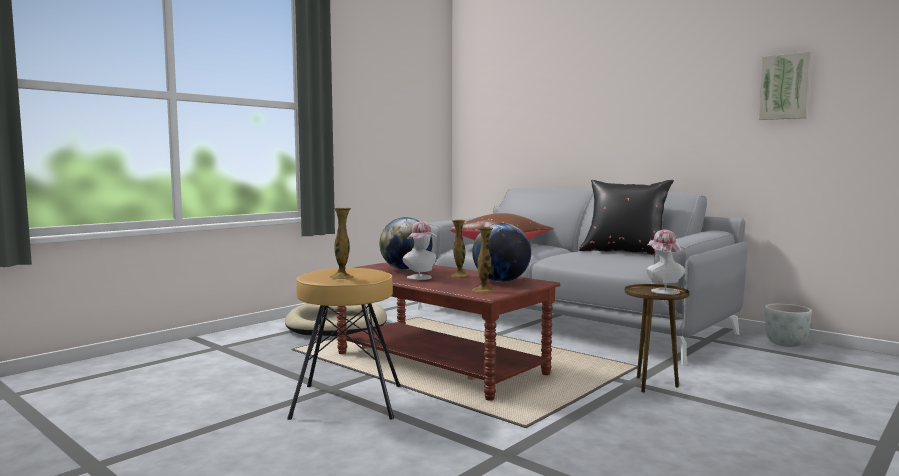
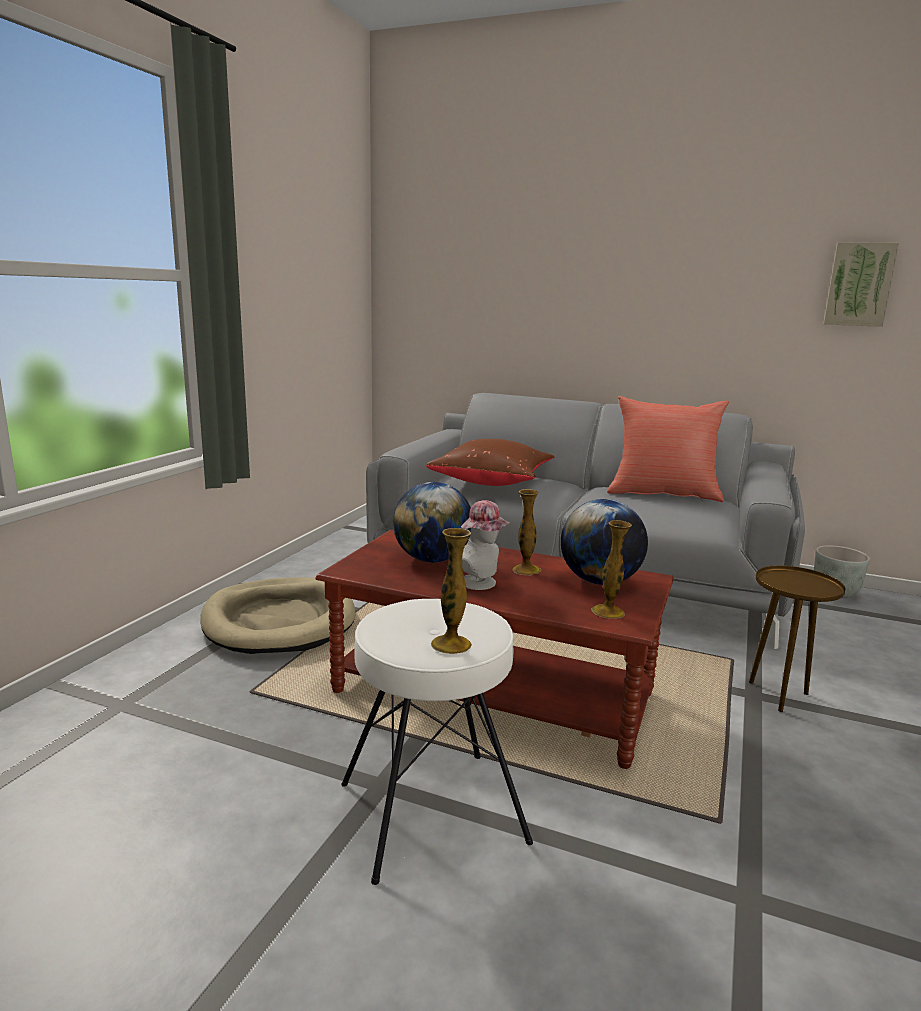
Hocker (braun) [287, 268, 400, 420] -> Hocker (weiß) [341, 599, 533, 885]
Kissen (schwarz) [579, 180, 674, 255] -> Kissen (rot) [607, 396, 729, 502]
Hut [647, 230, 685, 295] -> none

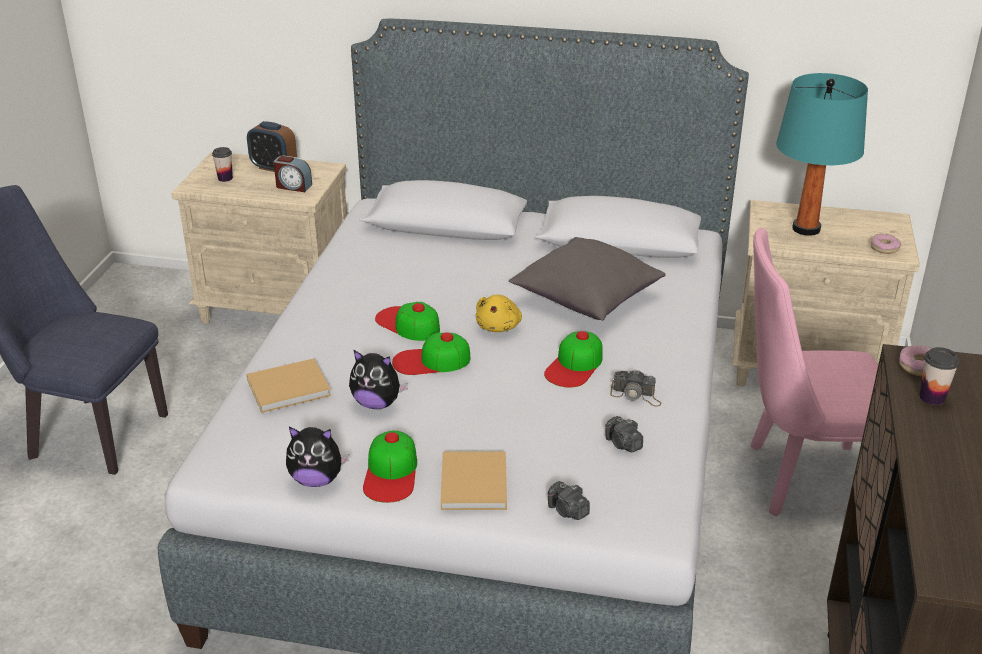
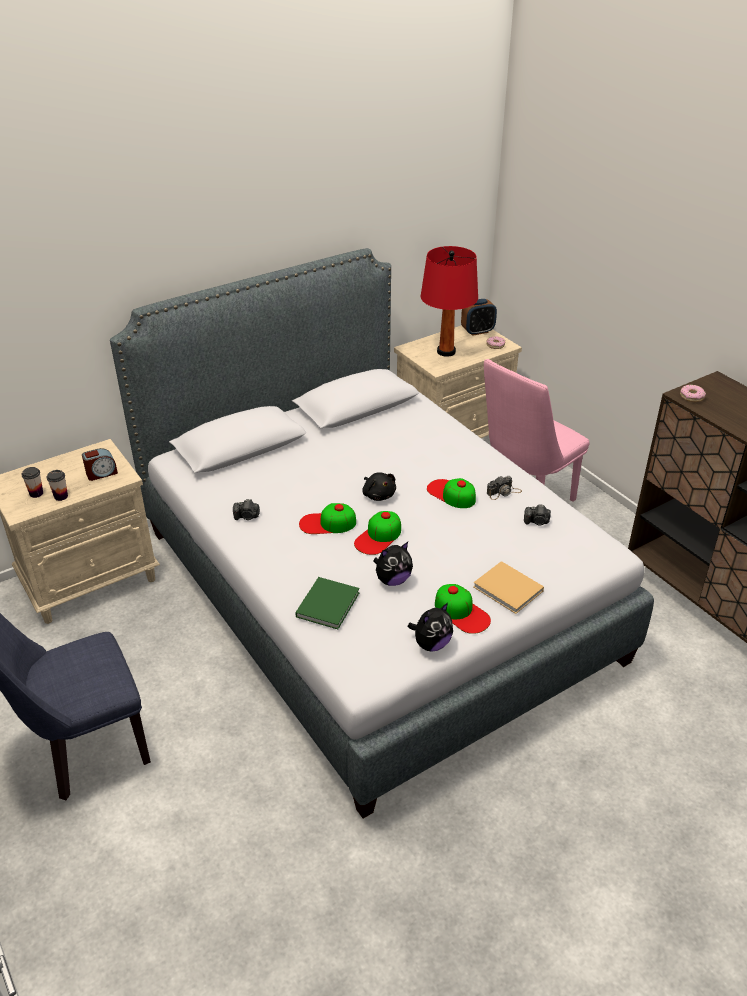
Tasse [920, 347, 960, 405] -> Tasse [47, 470, 68, 501], relocated
Kamera [548, 481, 590, 520] -> Kamera [233, 499, 260, 520], relocated
Buch (beige) [247, 358, 331, 413] -> Buch (grün) [295, 577, 360, 629]
Plüschtier (gelb) [476, 294, 522, 332] -> Plüschtier (schwarz) [362, 472, 396, 501]
Tischlampe (türkis) [776, 73, 868, 236] -> Tischlampe (rot) [421, 246, 478, 357]
Kappe [544, 331, 603, 387] -> Kappe [427, 478, 476, 508], 150 degrees clockwise
Wecker [247, 121, 297, 172] -> Wecker [461, 299, 497, 336], relocated
Kissen (grau) [509, 237, 666, 321] -> none

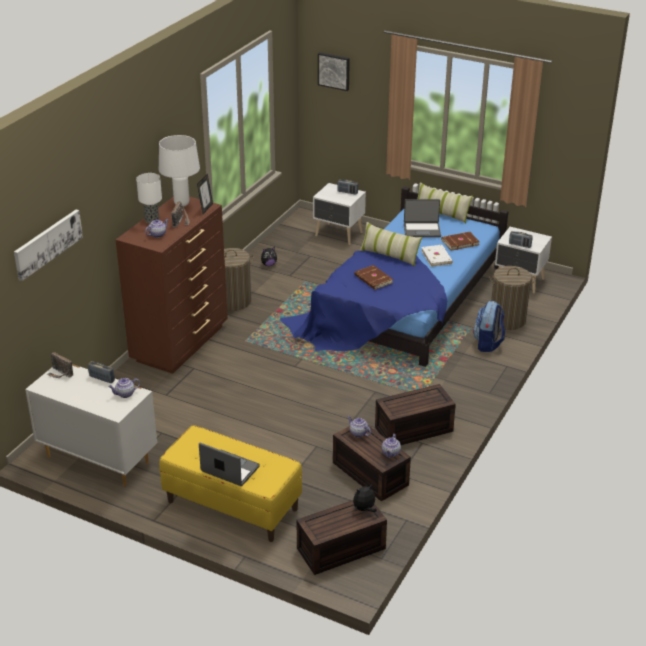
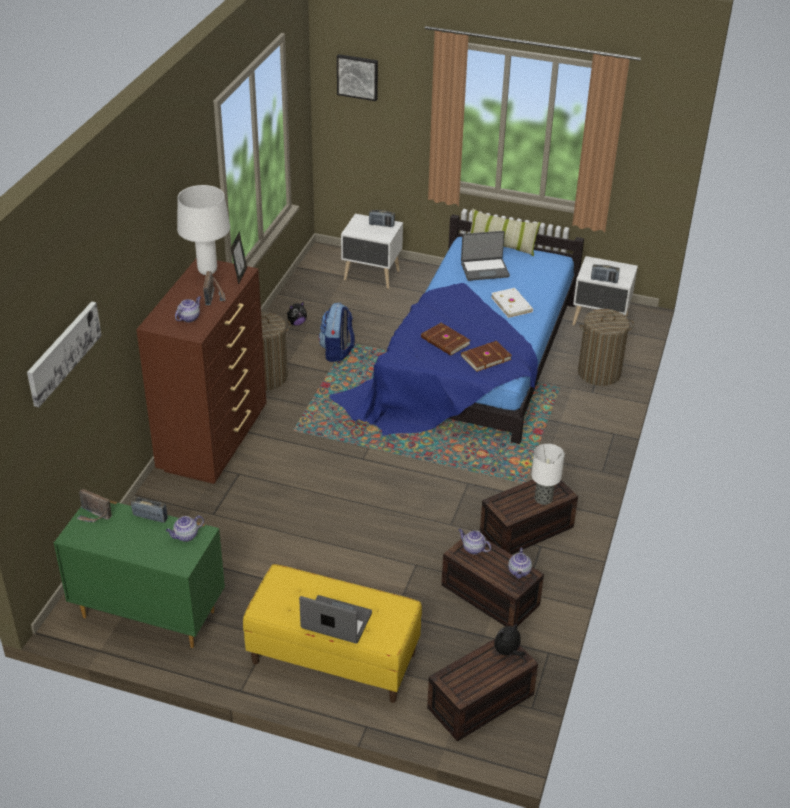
Kommode (weiß) [25, 364, 157, 487] -> Kommode (grün) [54, 500, 225, 648]
Rucksack [473, 301, 505, 352] -> Rucksack [318, 303, 355, 362], relocated
Buch (braun) [441, 232, 480, 251] -> Buch (braun) [461, 341, 512, 372], relocated
Tischlampe [136, 173, 162, 224] -> Tischlampe [531, 444, 565, 505], relocated
Kissen [359, 222, 422, 266] -> none

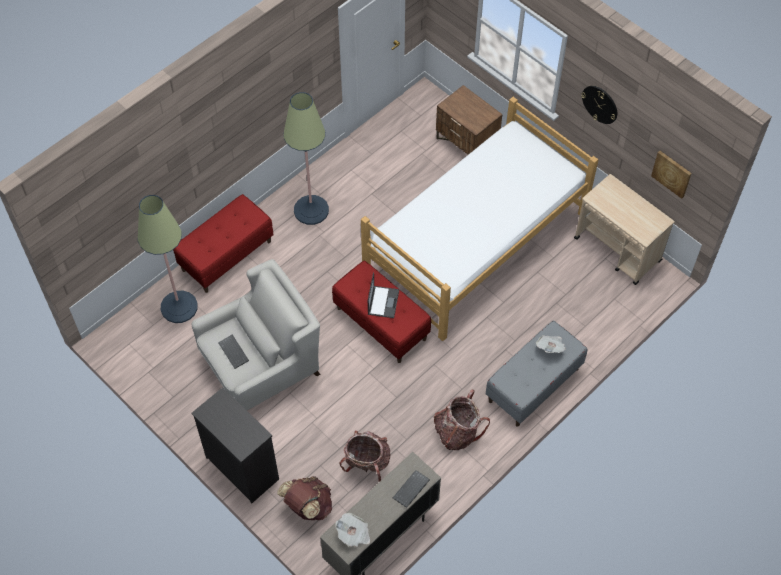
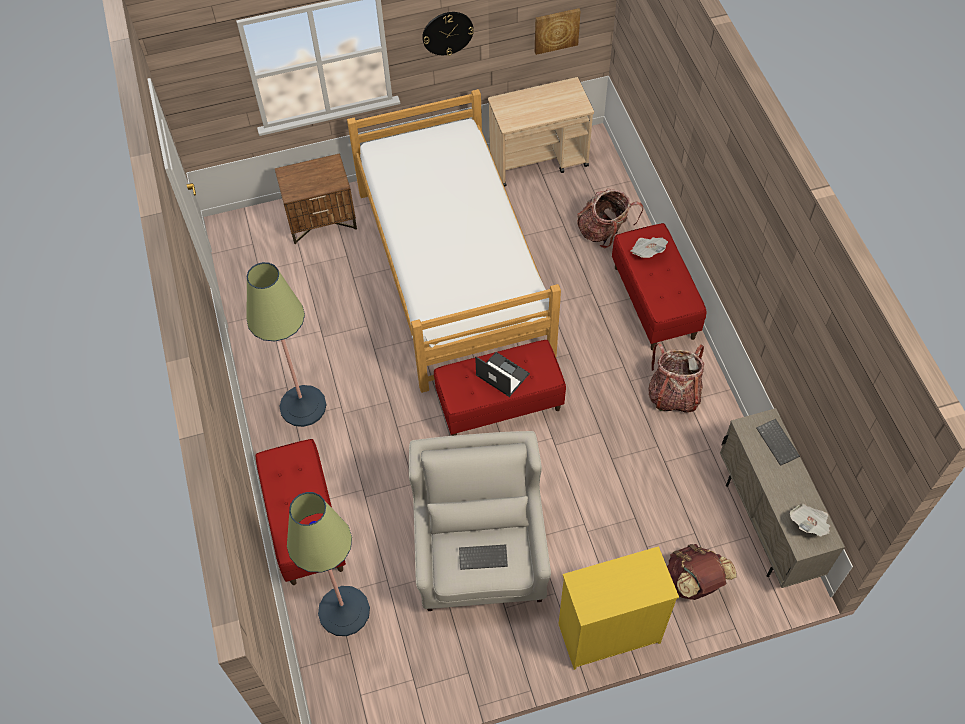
Kommode (schwarz) [191, 387, 279, 504] -> Kommode (gelb) [559, 546, 679, 670]
Rucksack [340, 430, 390, 482] -> Rucksack [577, 188, 643, 249], relocated
Bank (grau) [486, 321, 587, 427] -> Bank (rot) [612, 223, 706, 350]

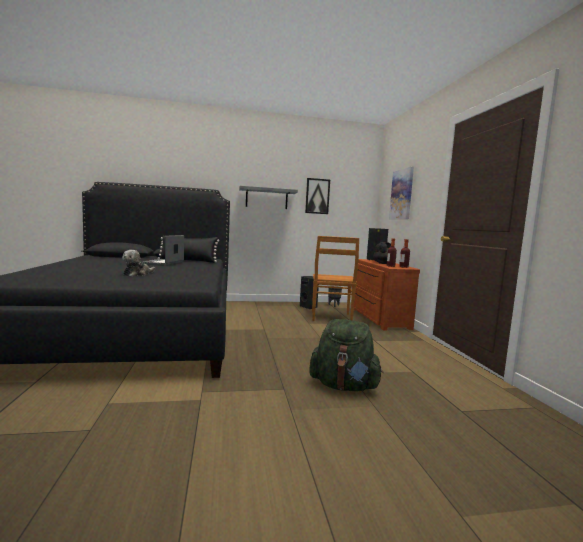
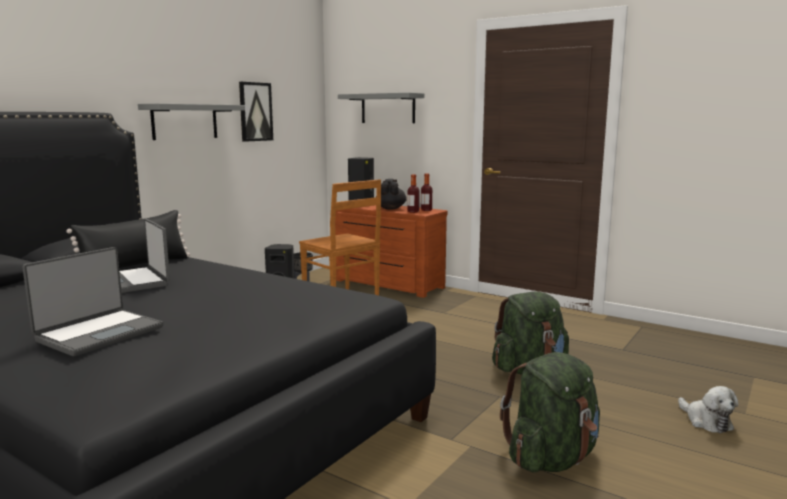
none -> Laptop [22, 247, 163, 356]
Bild [389, 167, 414, 219] -> Wandregal (grau) [338, 93, 424, 123]
none -> Rucksack (grün) [500, 352, 600, 472]
Plüschtier [122, 250, 155, 277] -> Plüschtier [678, 386, 738, 433], relocated

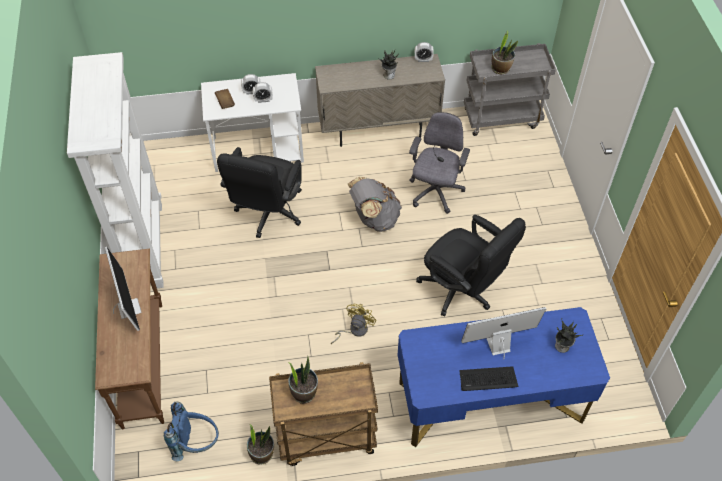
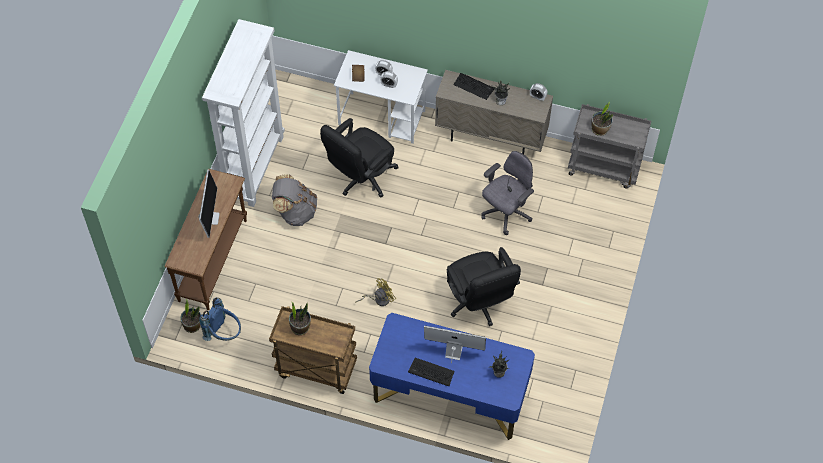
Topfpflanze [247, 424, 274, 465] -> Topfpflanze [180, 299, 201, 333], relocated
Rucksack (grau) [348, 177, 402, 232] -> Rucksack (grau) [272, 174, 317, 226], relocated
none -> Tastatur [453, 73, 494, 100]

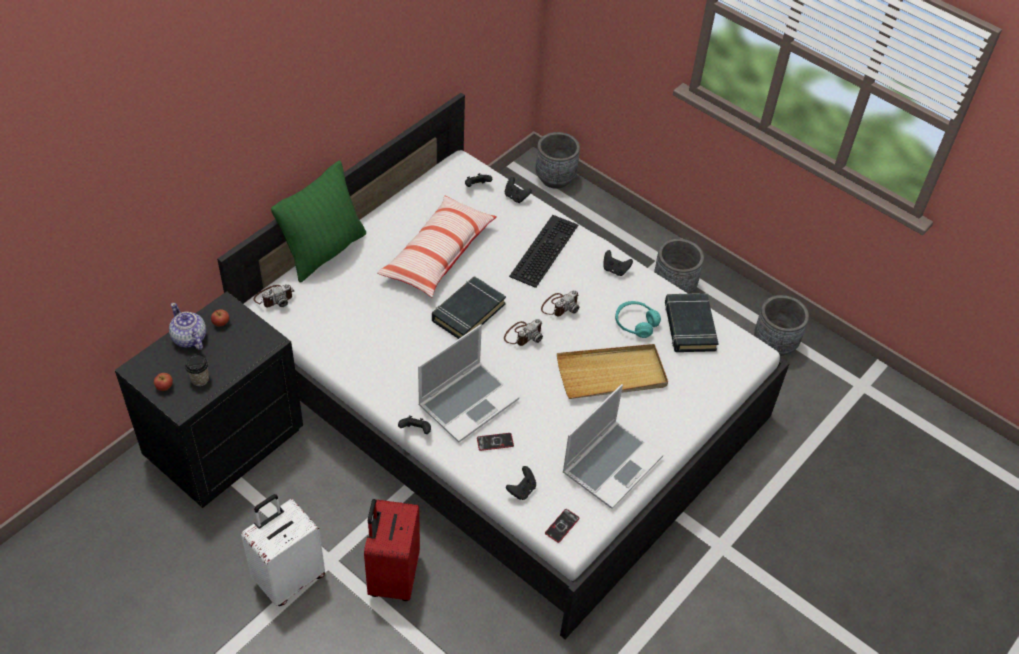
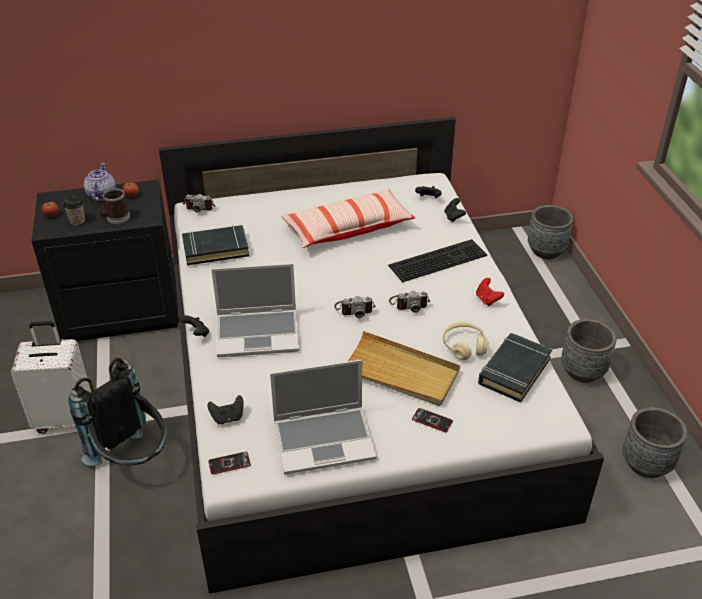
Koffer (rot) [364, 499, 420, 601] -> Rucksack (schwarz) [68, 358, 167, 466]
none -> Henkelbecher [98, 188, 130, 224]
Buch (schwarz) [432, 276, 506, 339] -> Buch (schwarz) [182, 225, 249, 265], relocated
Handy [477, 433, 514, 451] -> Handy [412, 408, 453, 432], relocated
Kopfhörer (türkis) [615, 301, 661, 338] -> Kopfhörer (beige) [443, 322, 488, 360]
Gamepad (schwarz) [603, 250, 633, 276] -> Gamepad (rot) [476, 278, 504, 306]
Kissen (grün) [271, 161, 366, 282] -> none

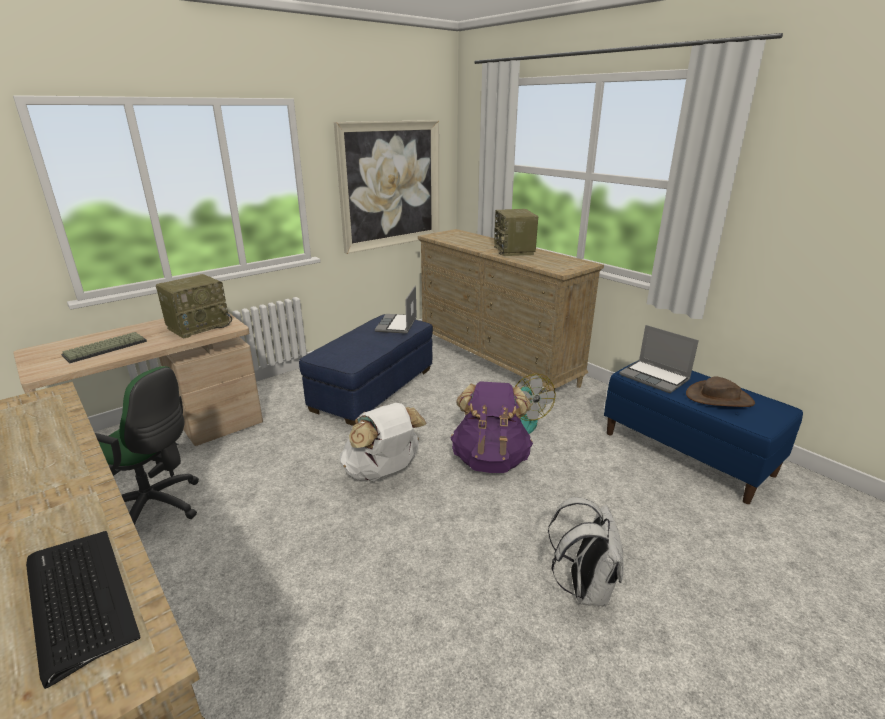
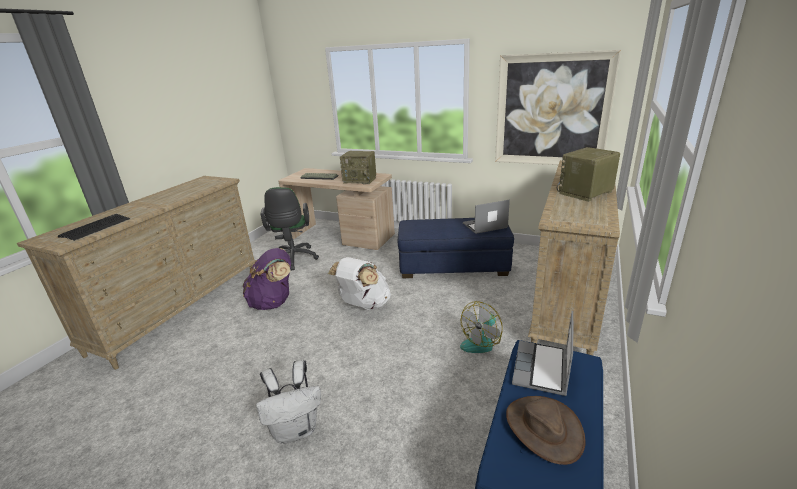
Rucksack (lila) [450, 381, 533, 473] -> Rucksack (lila) [242, 248, 291, 310], relocated

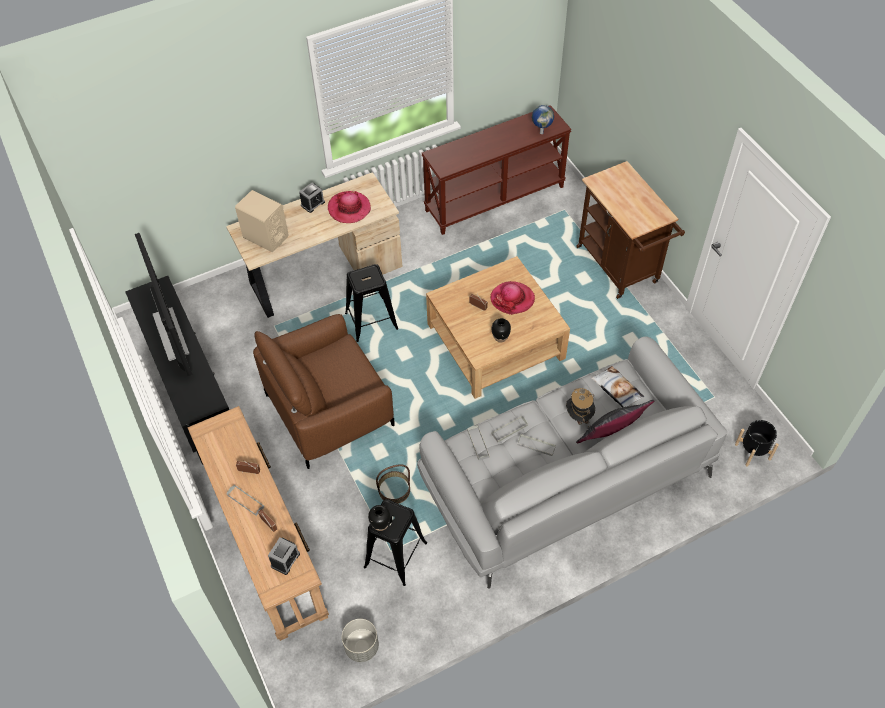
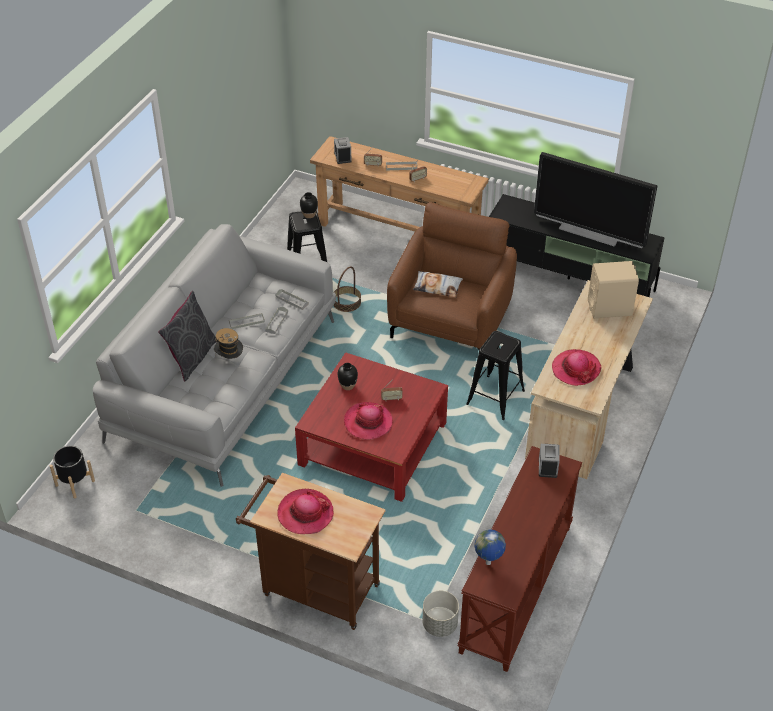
none -> Hut [277, 489, 334, 534]
Couchtisch (beige) [426, 256, 570, 399] -> Couchtisch (rot) [295, 352, 448, 502]
Kissen [591, 366, 644, 407] -> Kissen [413, 271, 463, 297], relocated
Pflanzkübel (grau) [342, 619, 379, 662] -> Pflanzkübel (grau) [422, 591, 459, 637], relocated
Wecker [299, 183, 325, 213] -> Wecker [539, 444, 560, 478], relocated

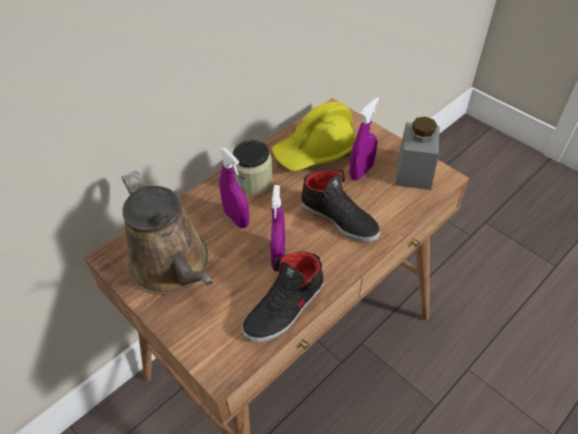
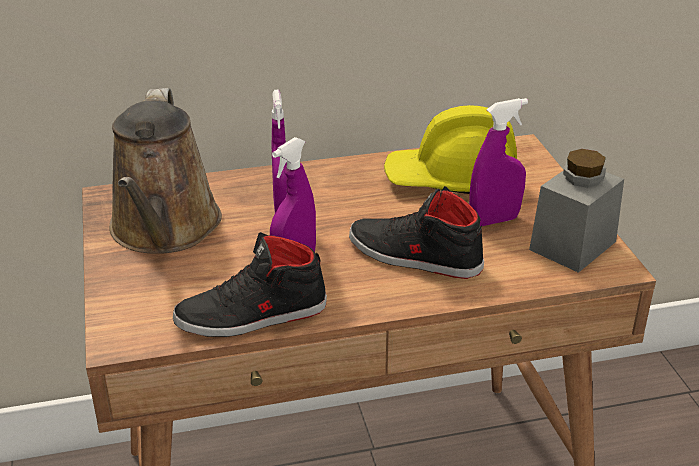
Schuh (schwarz) [300, 170, 380, 242] -> Schuh (schwarz) [349, 186, 484, 279], 135 degrees clockwise
Vorratsglas [233, 140, 273, 196] -> none

